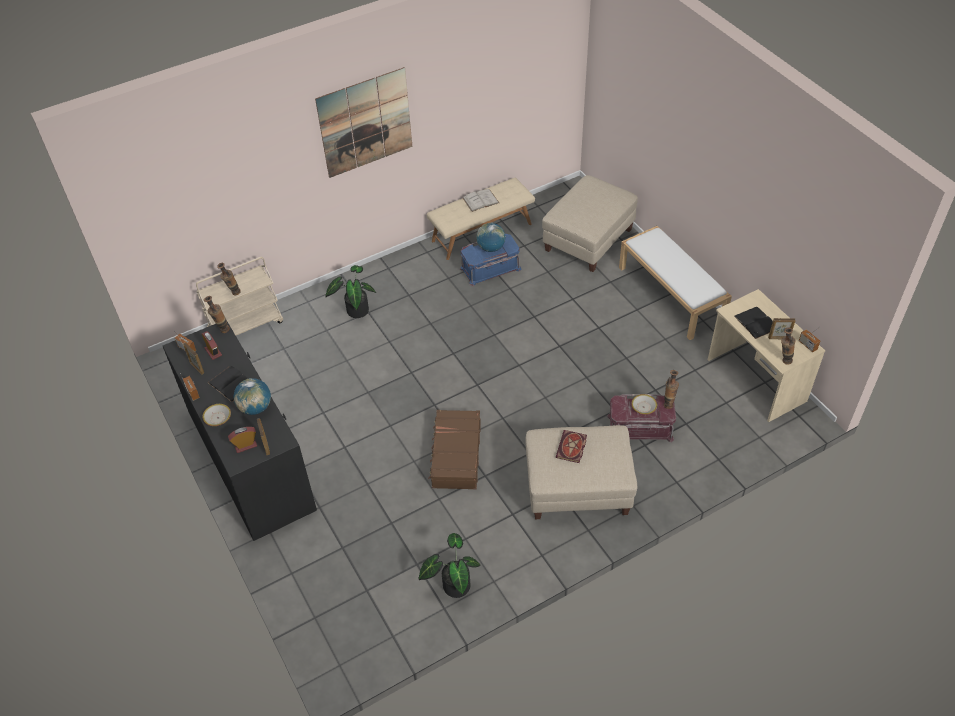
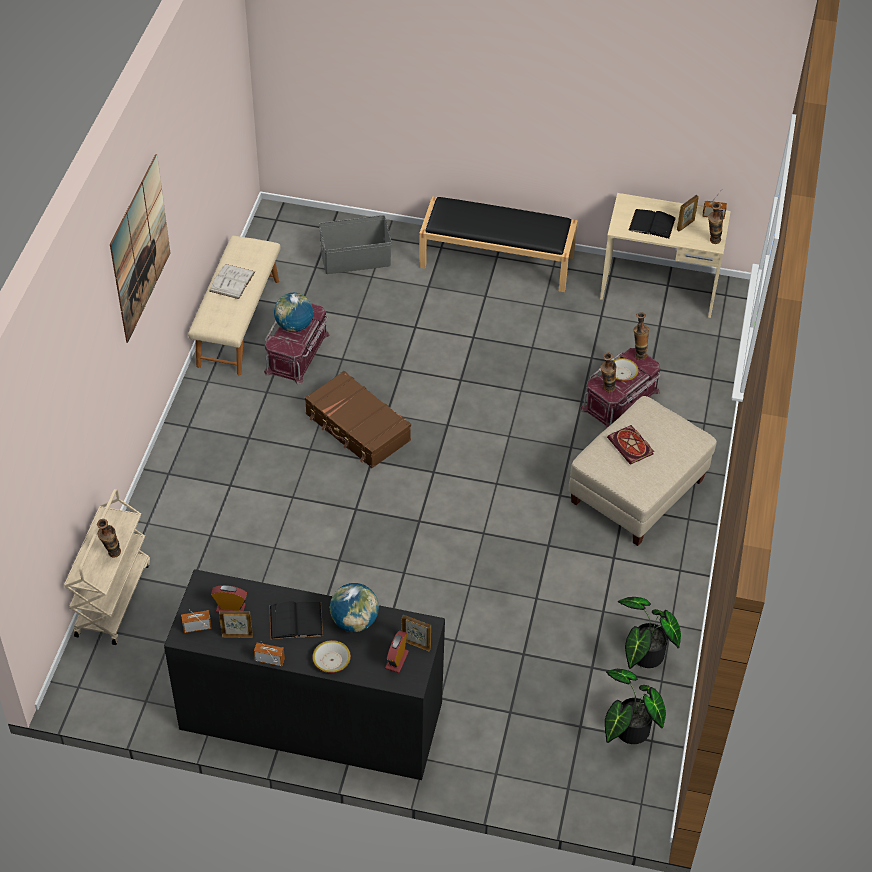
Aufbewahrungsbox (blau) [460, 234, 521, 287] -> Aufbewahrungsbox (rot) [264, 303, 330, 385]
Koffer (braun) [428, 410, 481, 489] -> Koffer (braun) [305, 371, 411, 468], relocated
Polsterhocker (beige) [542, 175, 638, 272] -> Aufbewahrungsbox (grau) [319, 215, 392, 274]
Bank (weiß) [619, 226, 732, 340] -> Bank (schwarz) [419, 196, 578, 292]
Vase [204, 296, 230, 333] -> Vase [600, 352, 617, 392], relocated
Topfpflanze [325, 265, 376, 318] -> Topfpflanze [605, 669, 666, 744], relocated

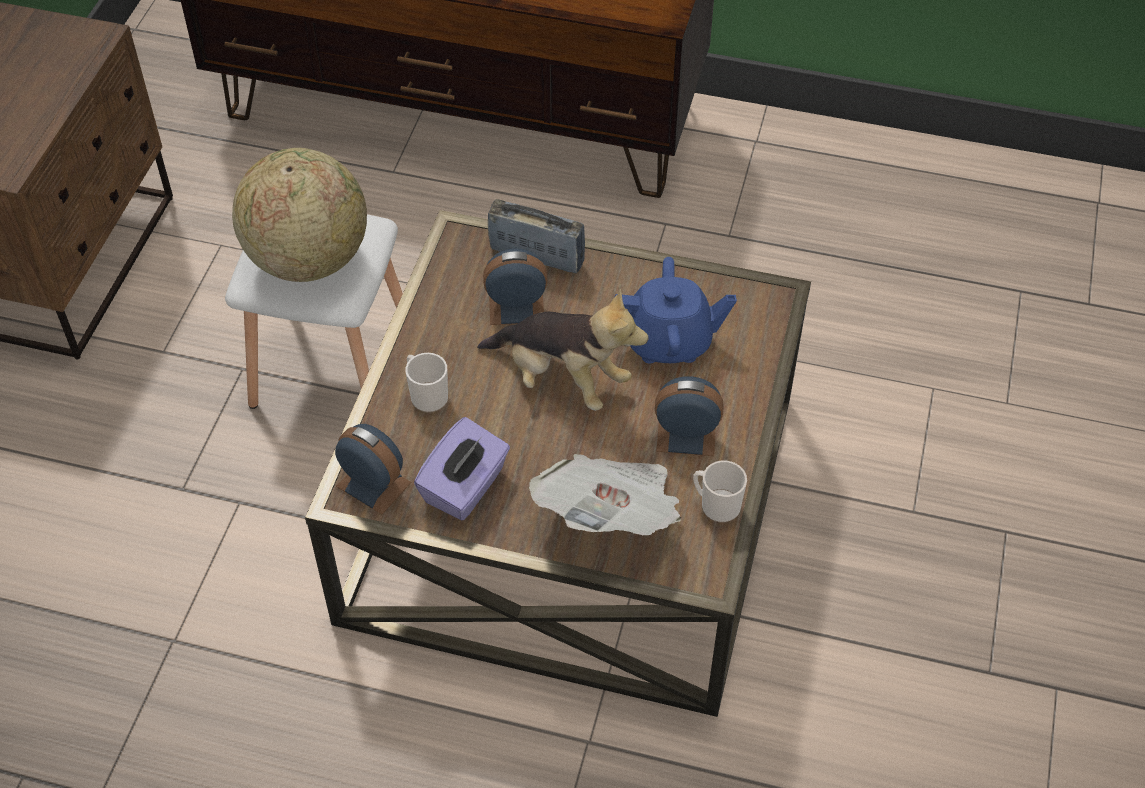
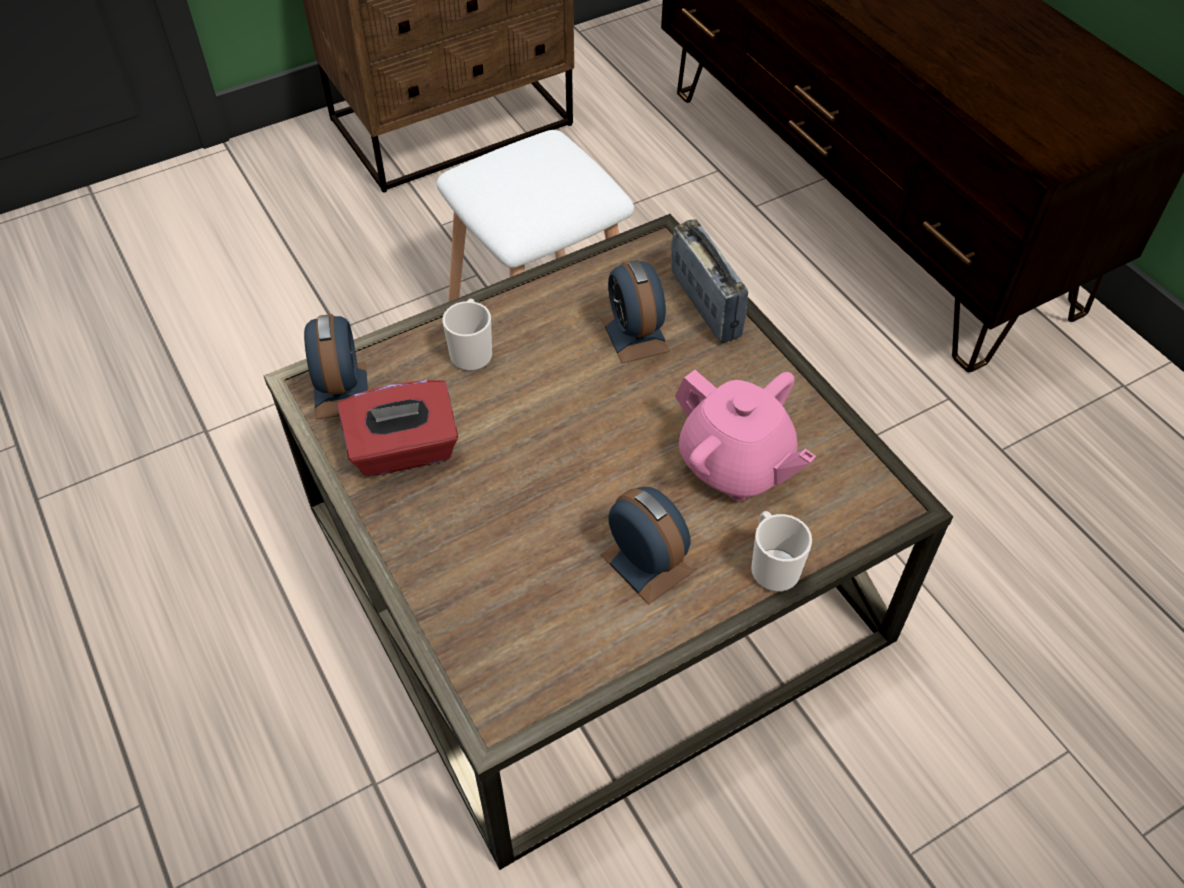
Taschentuchbox (lila) [414, 417, 510, 520] -> Taschentuchbox (rot) [338, 380, 458, 477]
Wecker [483, 248, 548, 325] -> Wecker [601, 260, 670, 363], 150 degrees counterclockwise
Teekanne (blau) [615, 257, 737, 364] -> Teekanne (rosa) [675, 370, 816, 501]
Henkelbecher [693, 461, 747, 523] -> Henkelbecher [751, 511, 812, 592], relocated
Globus [232, 148, 367, 282] -> none
Plüschtier [477, 289, 648, 411] -> none
Zeitung [529, 454, 681, 535] -> none

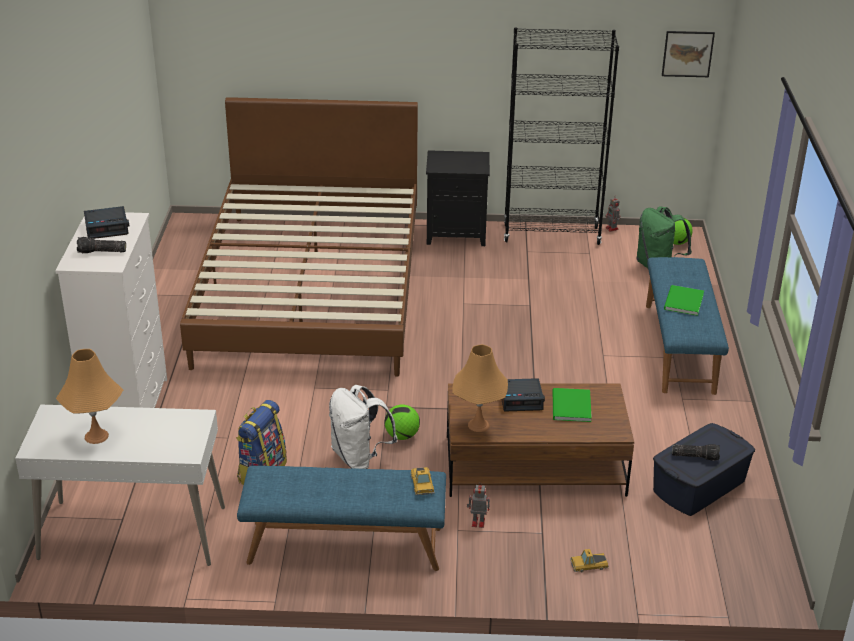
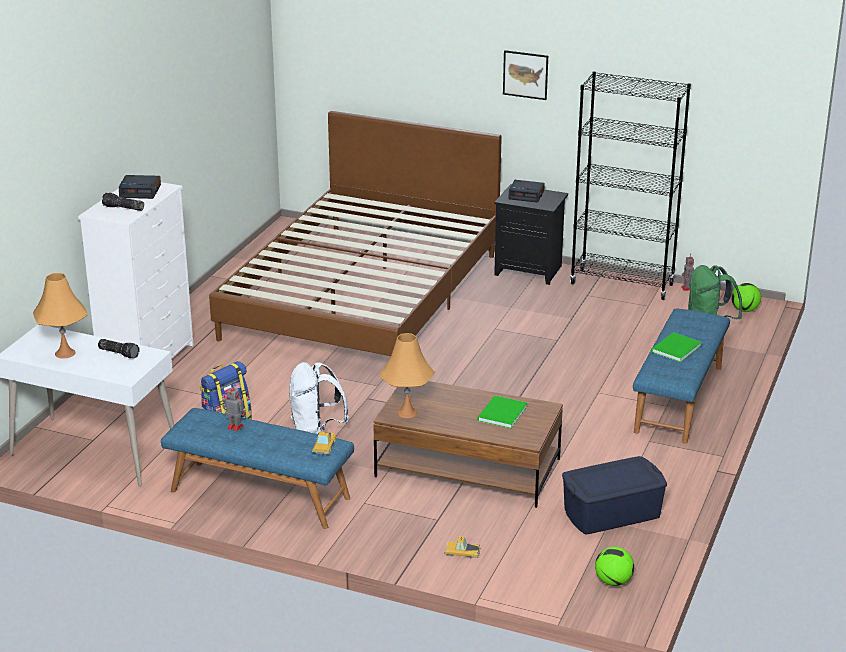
Taschenlampe [672, 444, 720, 461] -> Taschenlampe [98, 339, 140, 358], relocated
Spielzeugroboter [467, 484, 490, 528] -> Spielzeugroboter [222, 385, 246, 431], relocated
Bild [662, 31, 715, 77] -> Bild [503, 50, 548, 100], relocated
Wecker [501, 378, 545, 412] -> Wecker [508, 180, 545, 202], relocated
Fußball [385, 405, 420, 440] -> Fußball [595, 547, 634, 586], relocated

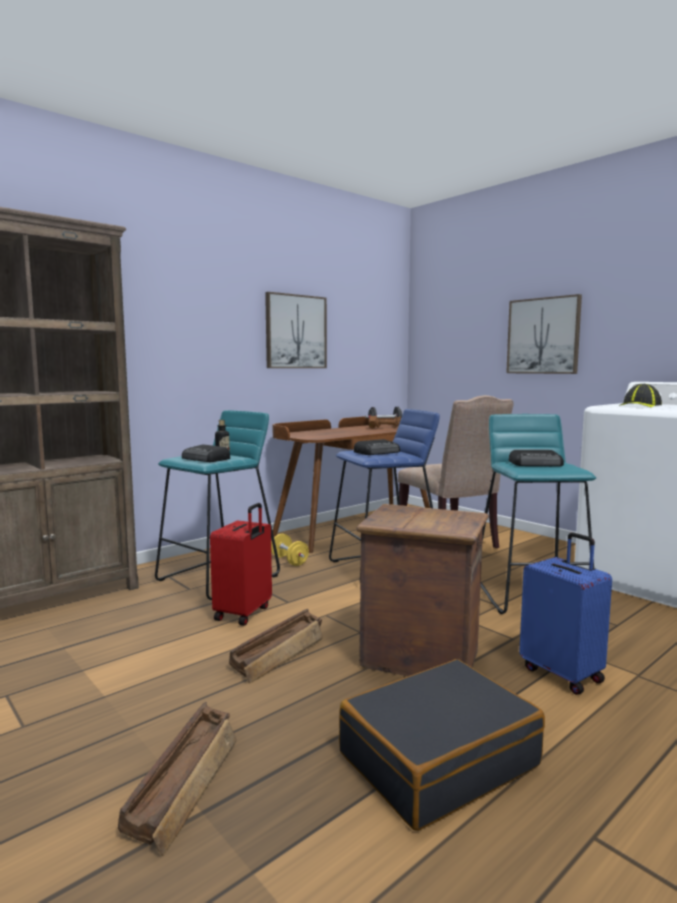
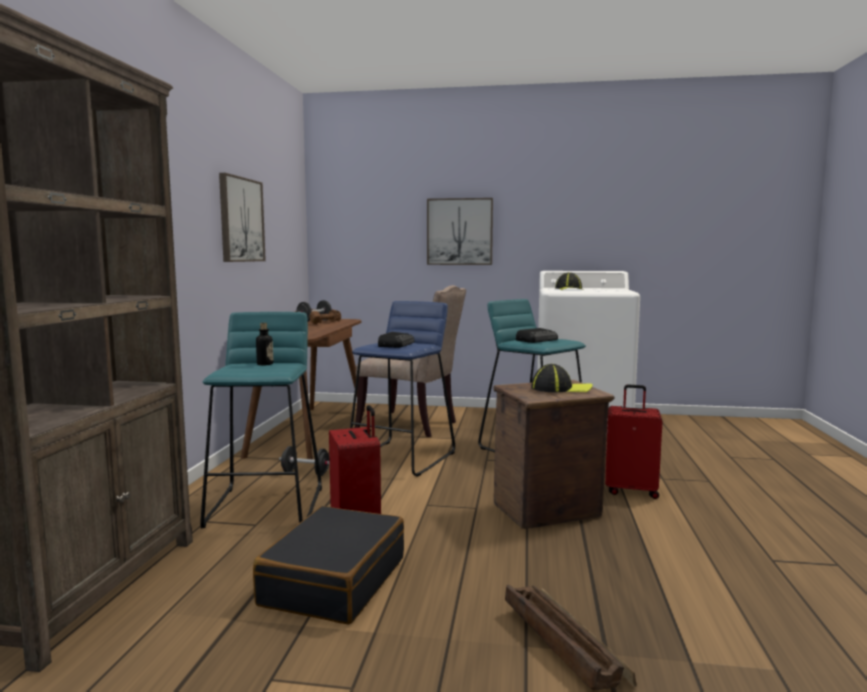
Koffer (schwarz) [339, 659, 545, 831] -> Koffer (schwarz) [253, 506, 404, 624], relocated
Hantel (gelb) [271, 534, 309, 566] -> Hantel (schwarz) [279, 446, 330, 476]
none -> Kappe [531, 364, 593, 393]
Koffer (blau) [519, 533, 612, 695] -> Koffer (rot) [605, 385, 663, 499]
Radio [182, 445, 230, 462] -> none
Kiste [229, 609, 323, 683] -> none

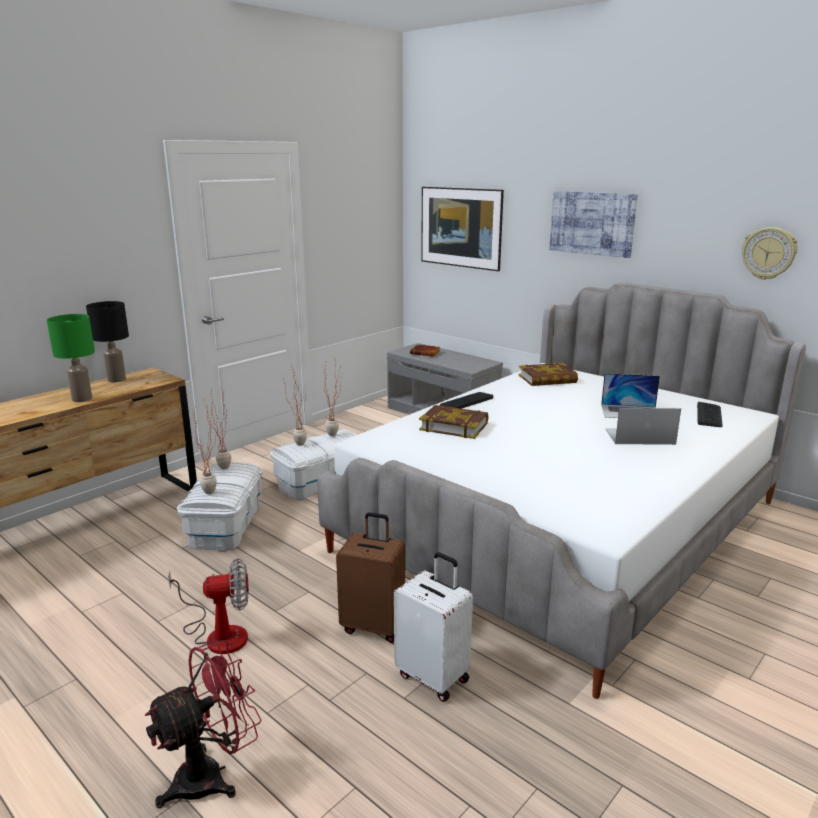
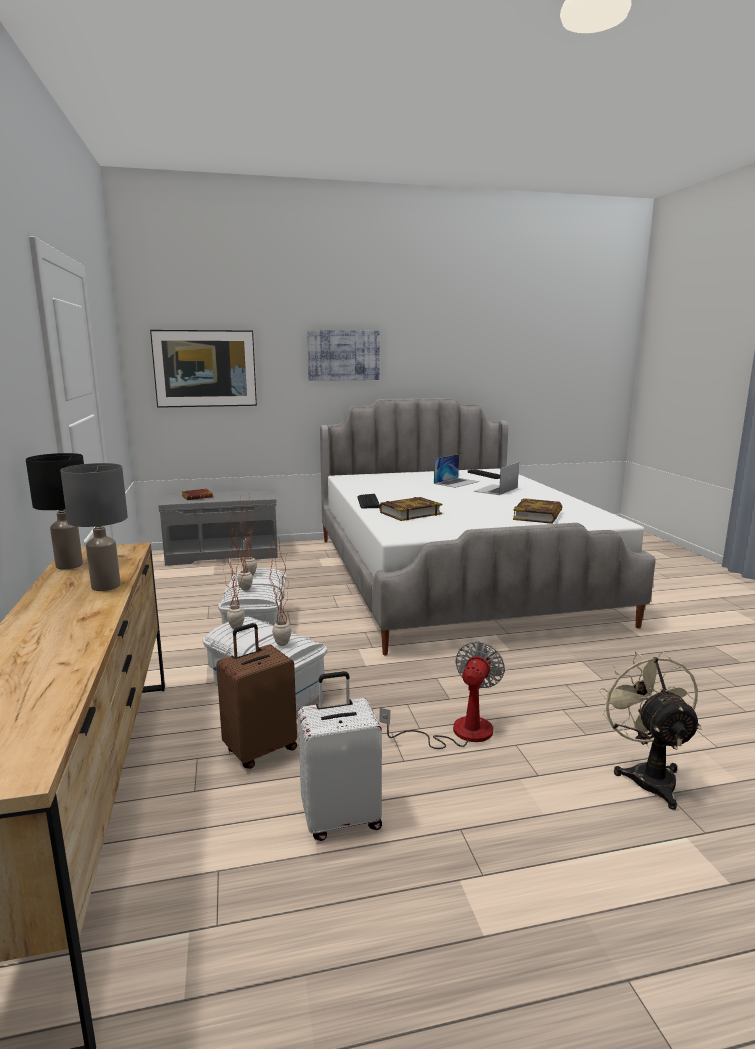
Tischlampe (grün) [47, 314, 95, 402] -> Tischlampe (grau) [60, 463, 128, 591]
Koffer (braun) [336, 512, 405, 643] -> Koffer (braun) [216, 623, 297, 769], relocated
Koffer (weiß) [394, 552, 473, 702] -> Koffer (weiß) [298, 671, 382, 841], relocated
Buch [519, 363, 578, 386] -> Buch [513, 498, 562, 524], relocated
Ventilator (rot) [144, 640, 261, 808] -> Ventilator (beige) [599, 651, 701, 810]
Wanduhr [742, 227, 798, 280] -> none

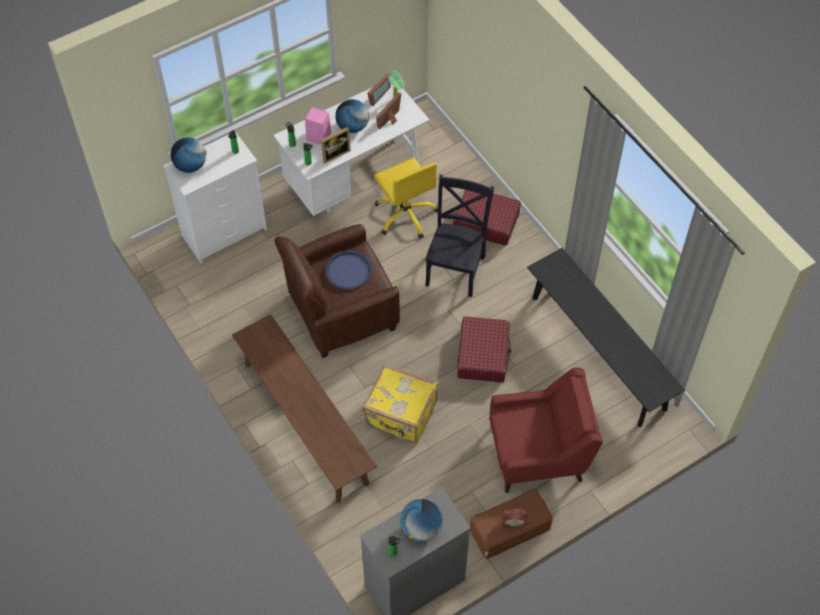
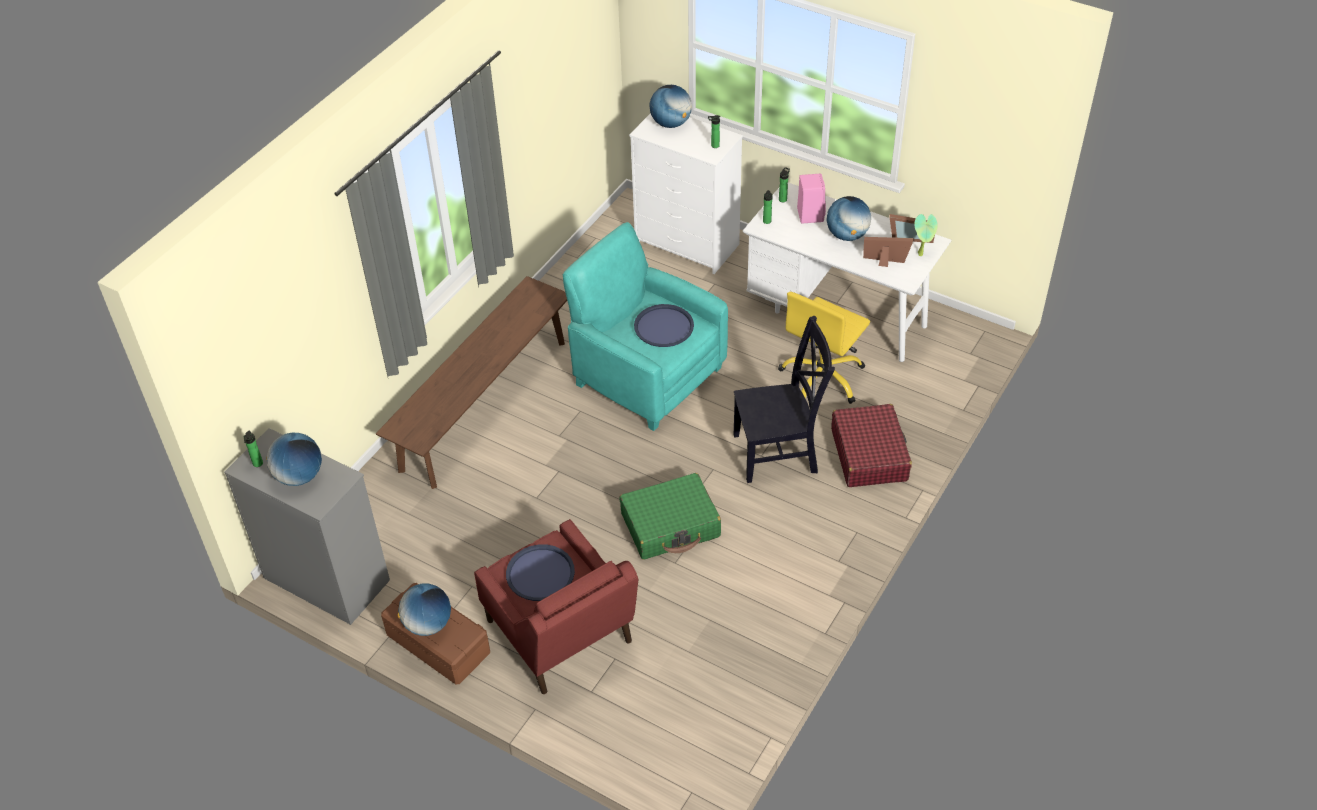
Wecker [503, 509, 527, 528] -> Globus [398, 584, 451, 636]
none -> Tablett (blau) [506, 544, 575, 601]
Sessel (braun) [274, 224, 400, 358] -> Sessel (türkis) [562, 222, 728, 431]
Koffer (rot) [457, 316, 511, 383] -> Koffer (grün) [620, 473, 721, 560]
Bilderrahmen [321, 127, 351, 164] -> none
Koffer (gelb) [363, 364, 438, 444] -> none
Bank (schwarz) [527, 248, 685, 427] -> none

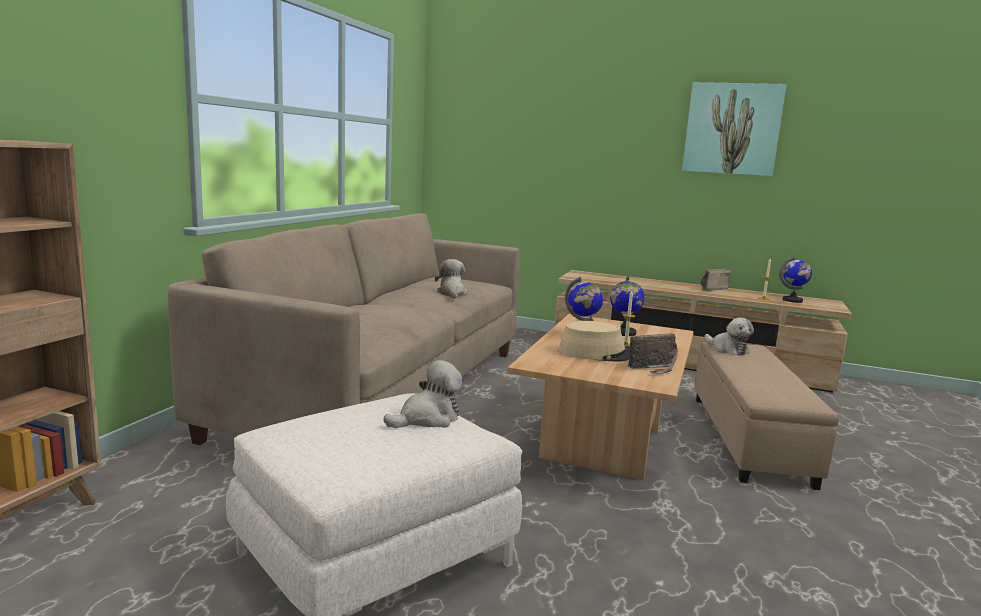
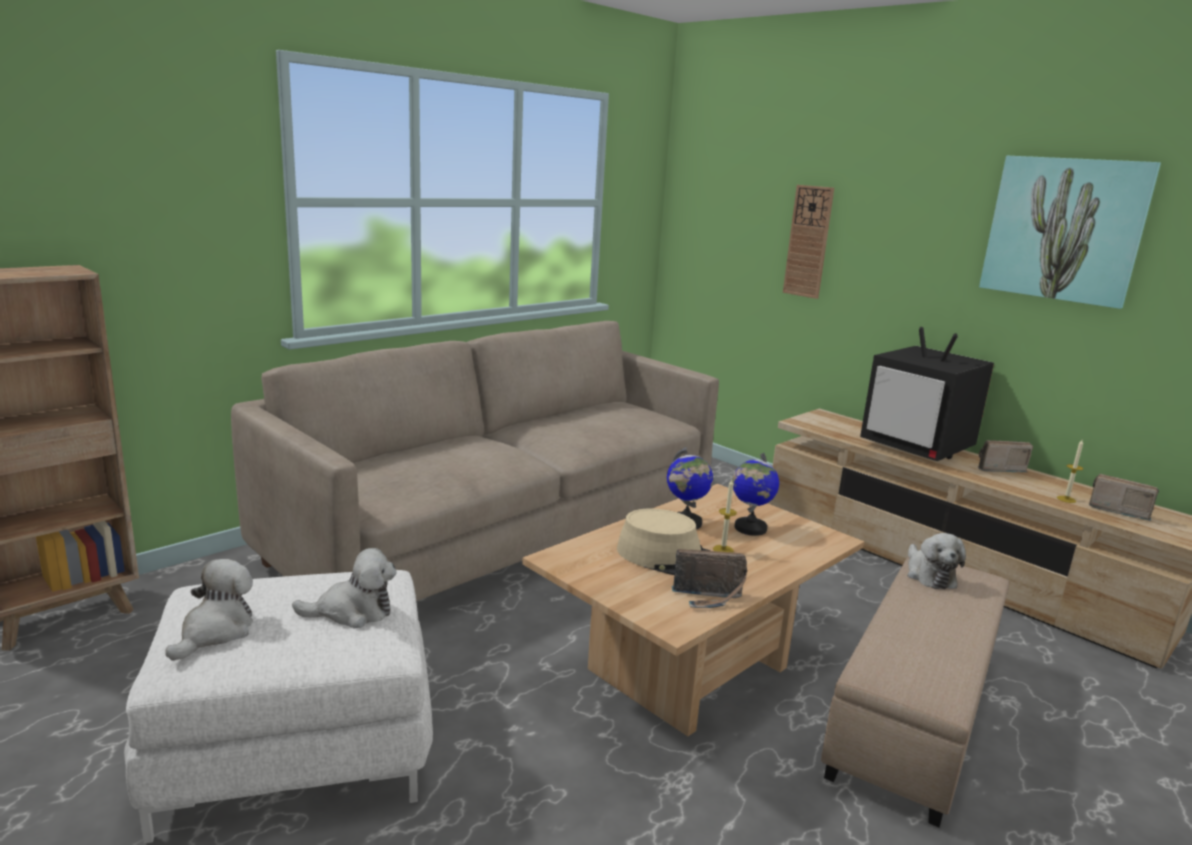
Plüschtier [435, 259, 468, 299] -> Plüschtier [166, 559, 253, 661], relocated
none -> Wanduhr [783, 185, 834, 299]
none -> Fernseher [860, 327, 994, 461]
Globus [779, 256, 812, 303] -> Radio [1089, 474, 1159, 521]

